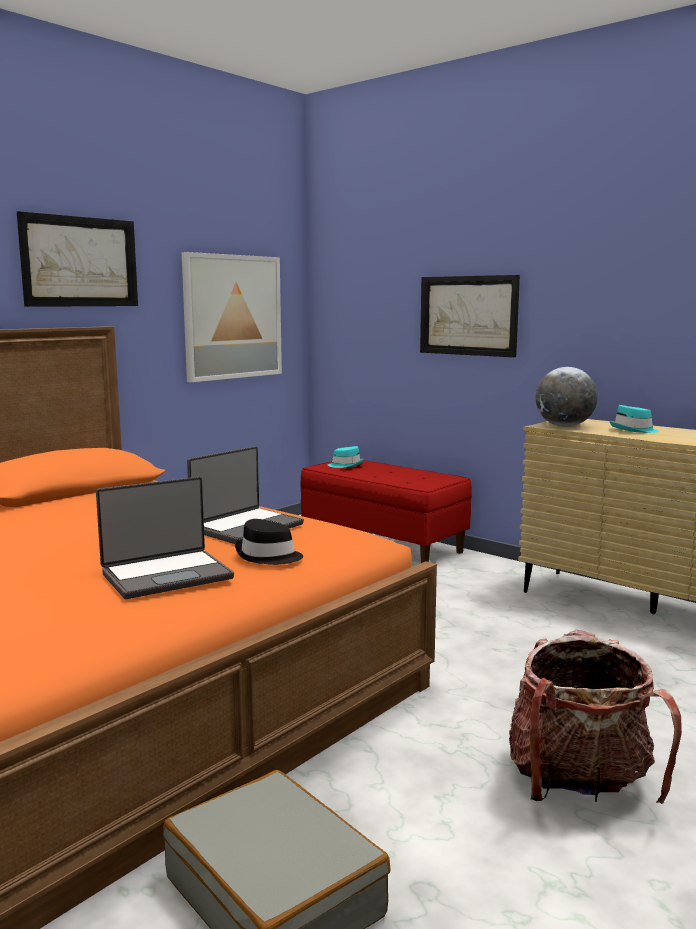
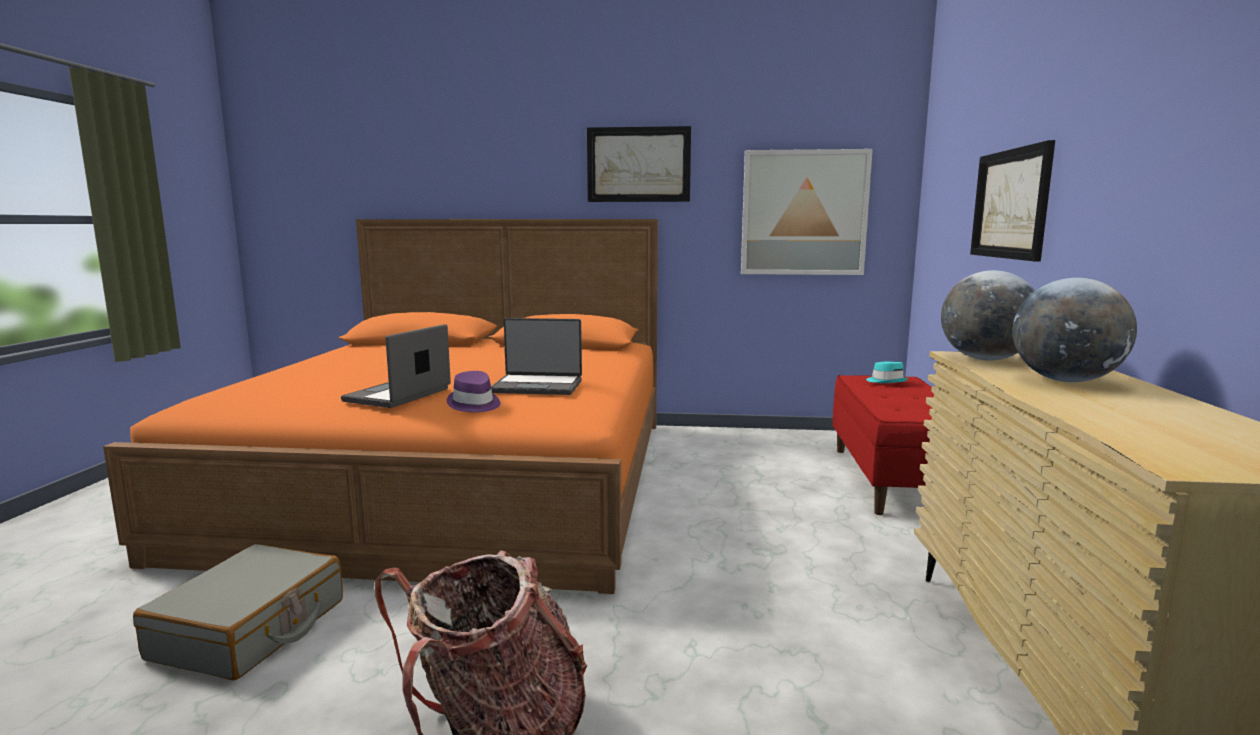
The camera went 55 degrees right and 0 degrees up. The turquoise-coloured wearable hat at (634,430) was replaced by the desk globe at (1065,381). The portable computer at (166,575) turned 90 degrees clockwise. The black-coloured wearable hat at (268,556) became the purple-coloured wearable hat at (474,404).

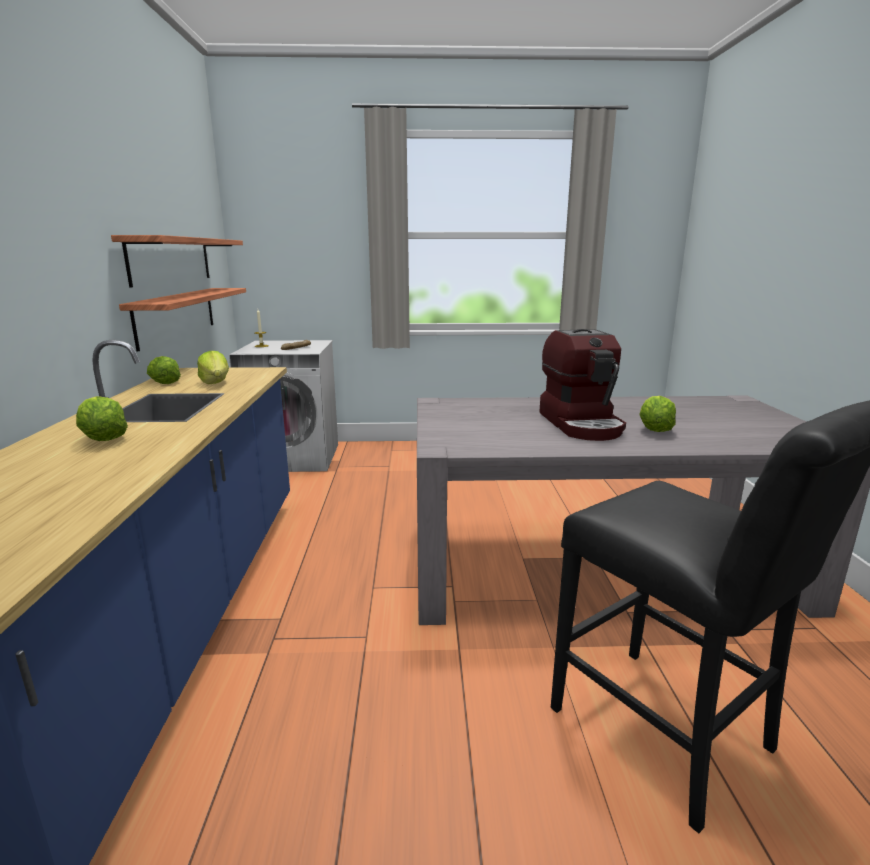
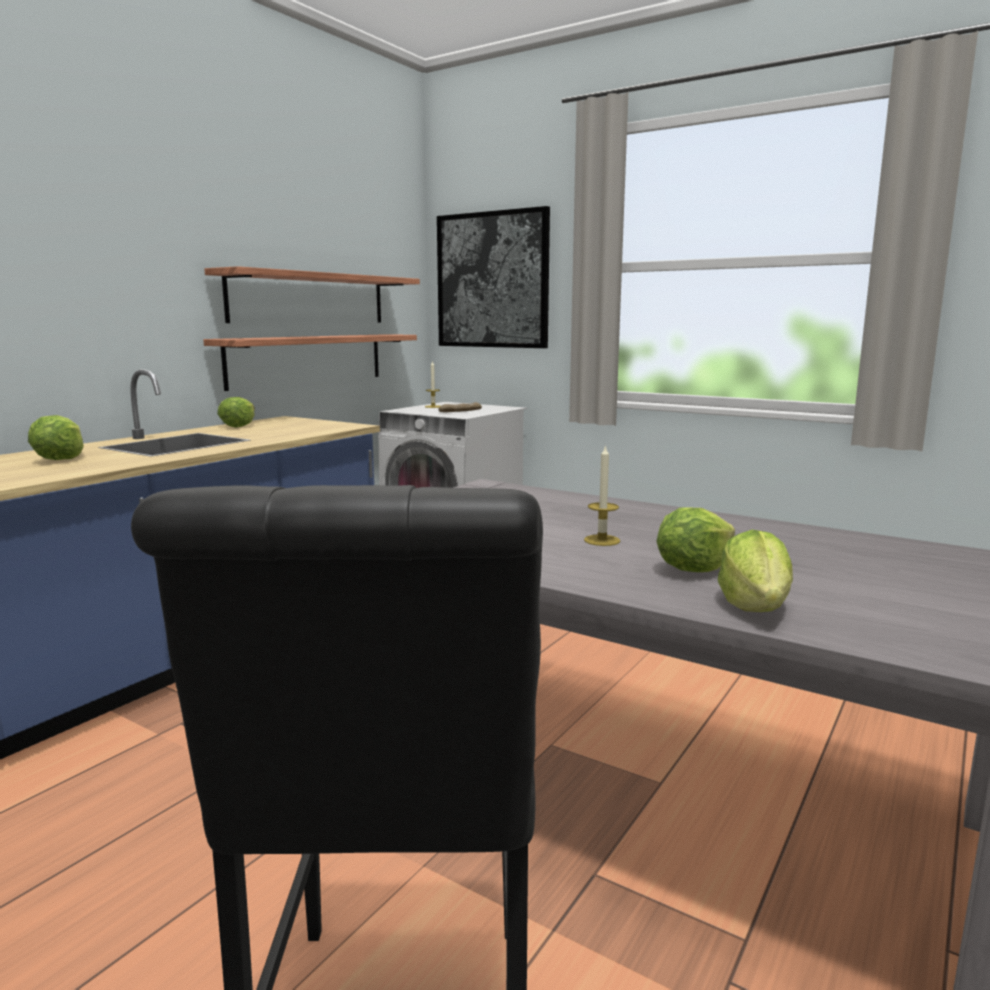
The camera went 35 degrees right and 5 degrees down. The coffee maker at (582,424) was replaced by the candle at (602,540). The lettuce moved from (215,383) to (755,606). The picture at (492,280) appeared.

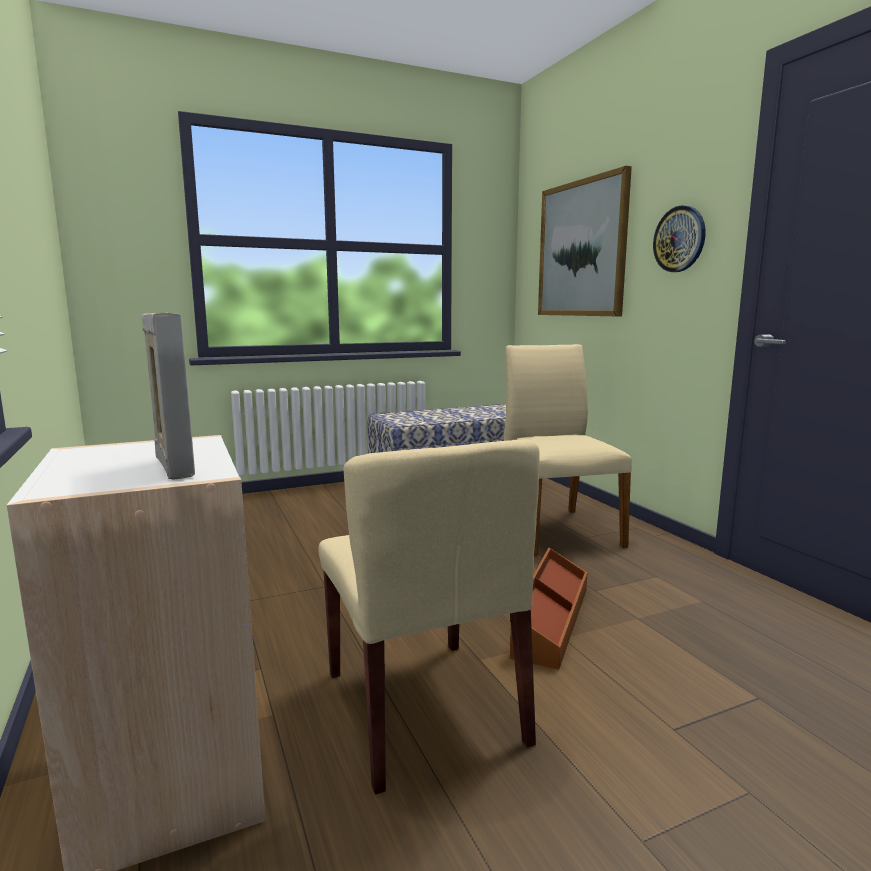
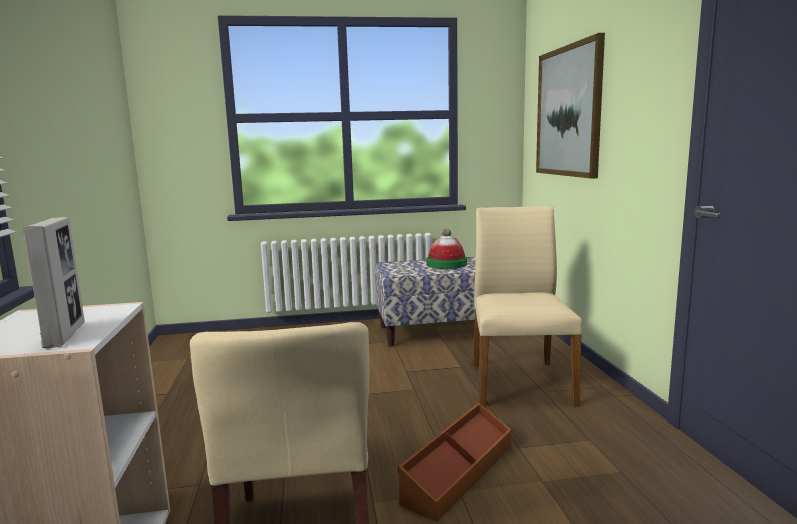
The camera went 15 degrees right and 0 degrees up. The wall clock at (679,239) disappeared. The wearable hat at (446,264) appeared.

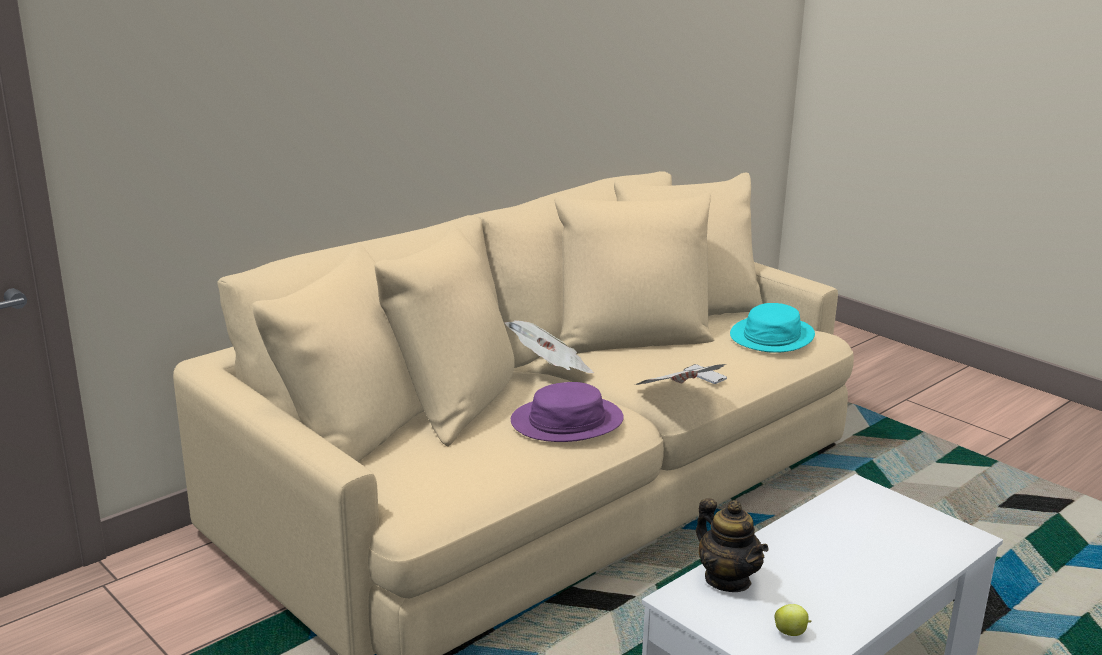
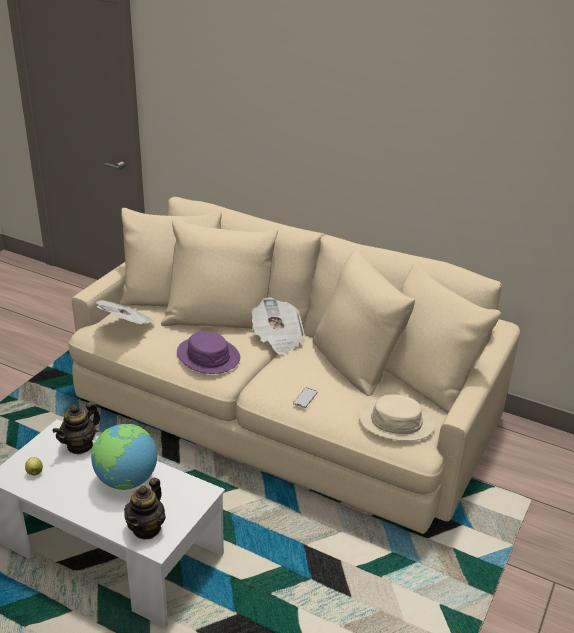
The camera went 70 degrees right and 10 degrees up. The turquoise-coloured wearable hat at (771,336) became the beige wearable hat at (396,421). The daily paper moved from (677,397) to (127,325). The desk globe at (126,480) appeared. The teapot at (146,528) appeared.

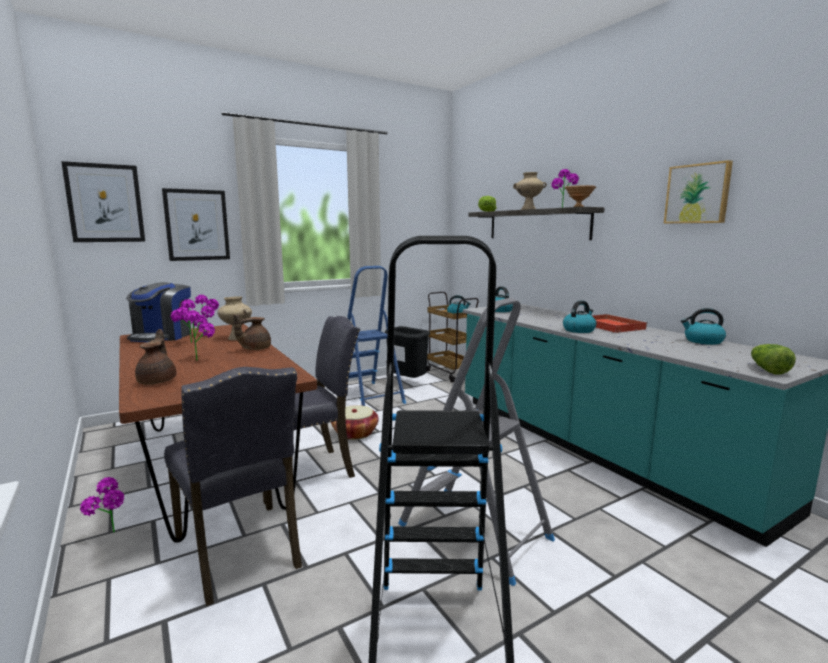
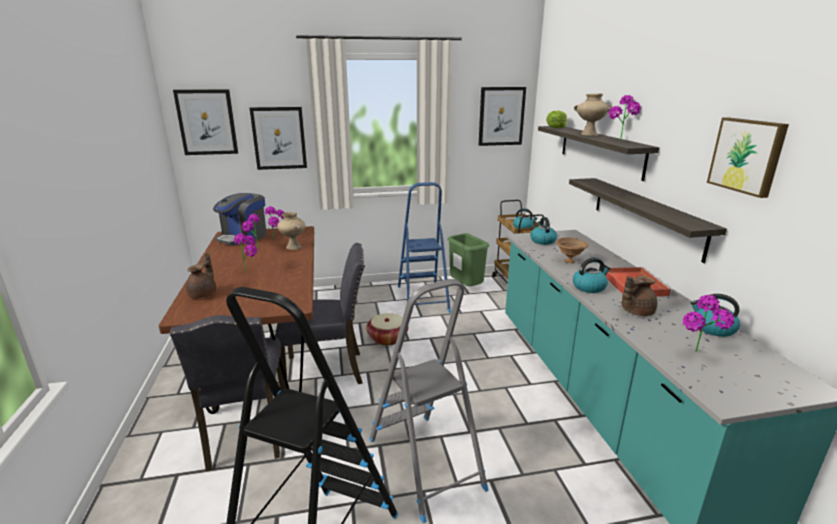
The camera went 20 degrees right and 10 degrees up. The brown deep dish moved from (578,207) to (569,261). The brown teapot moved from (254,349) to (635,311). The black-coloured waste bin at (408,383) became the greenish waste bin at (466,288). The lettuce at (767,370) disappeared. The potted plant moved from (110,536) to (698,355). The picture at (501,116) appeared. The bracket shelf at (645,215) appeared.

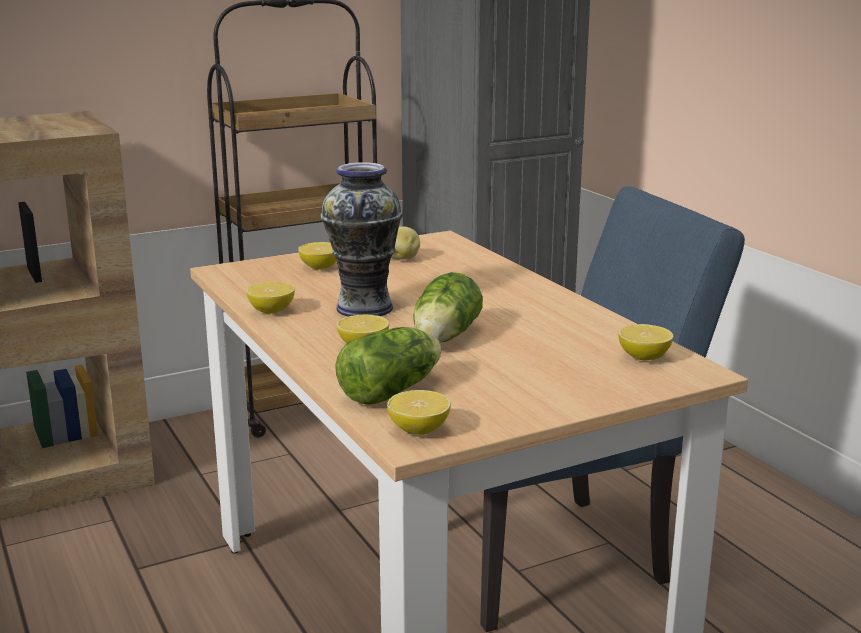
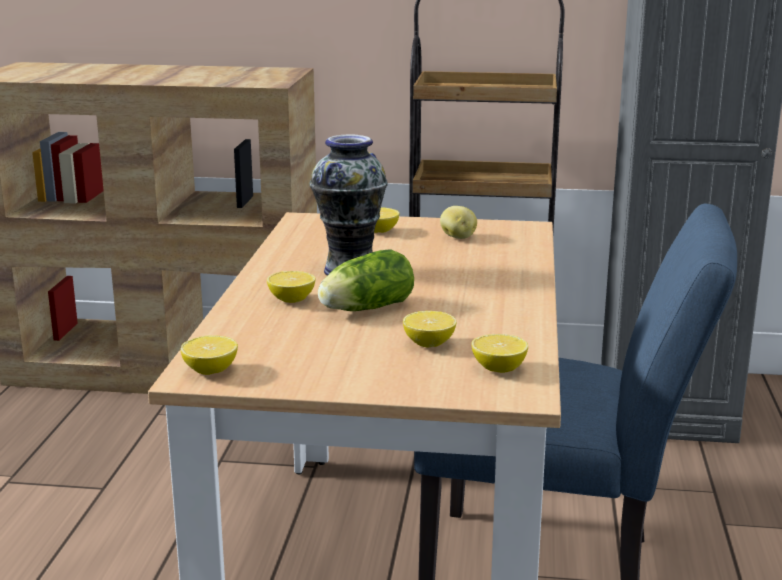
The camera went 35 degrees right and 0 degrees up. The whole lemon moved from (271,310) to (429,344). The lettuce at (394,390) disappeared.

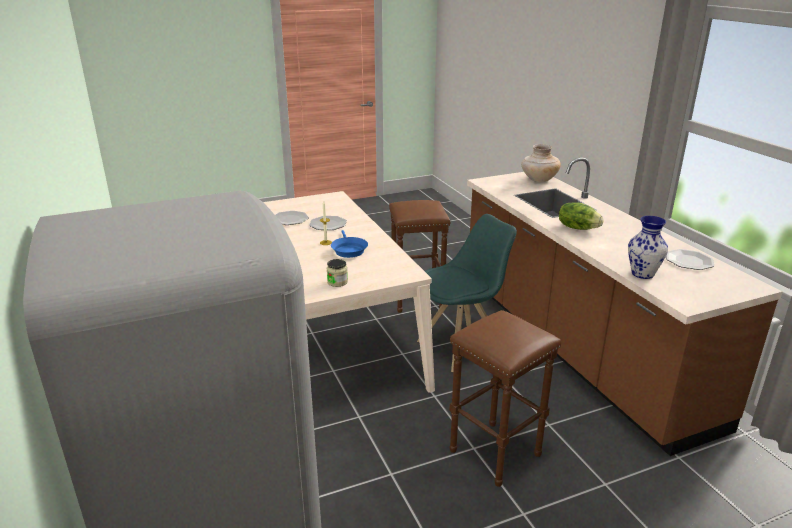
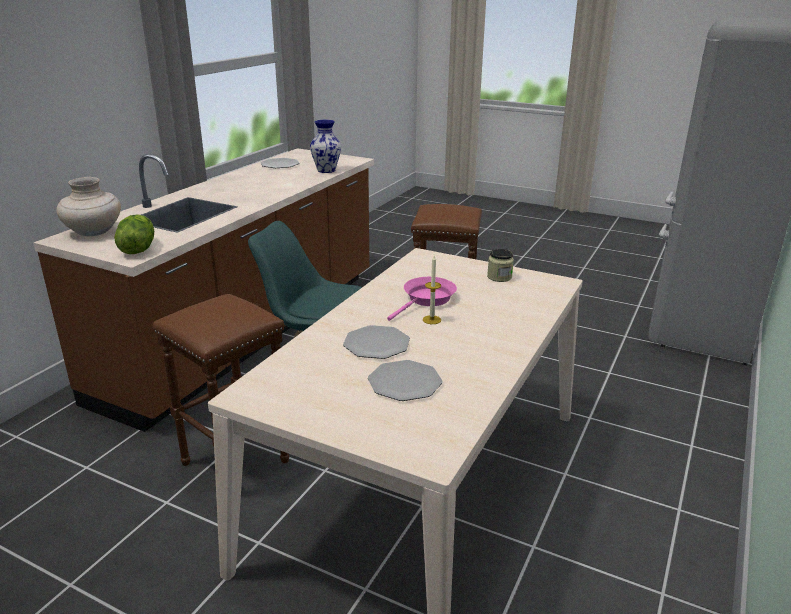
The camera went 130 degrees left and 0 degrees up. The lettuce moved from (577,228) to (137,249). The bluish pan at (348,250) became the pinkish pan at (427,299).

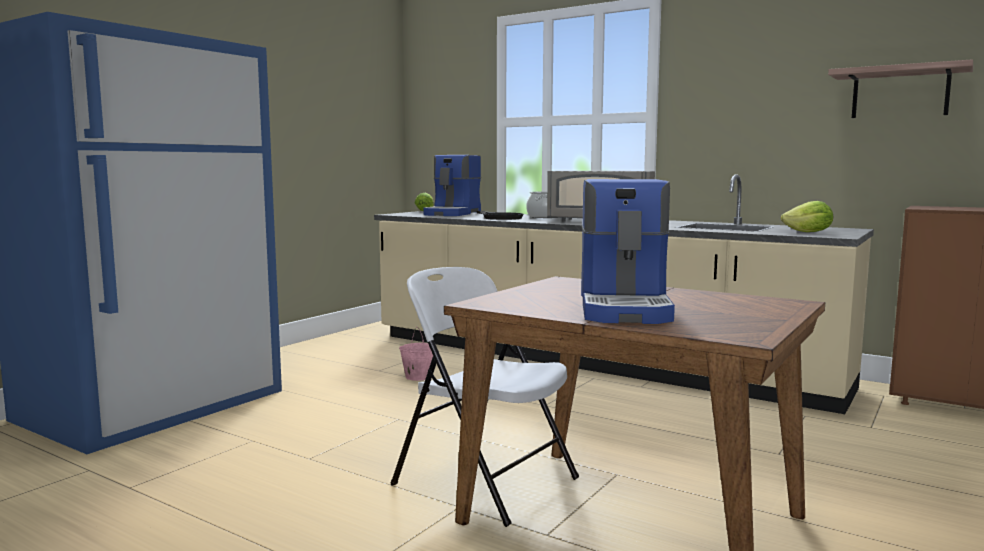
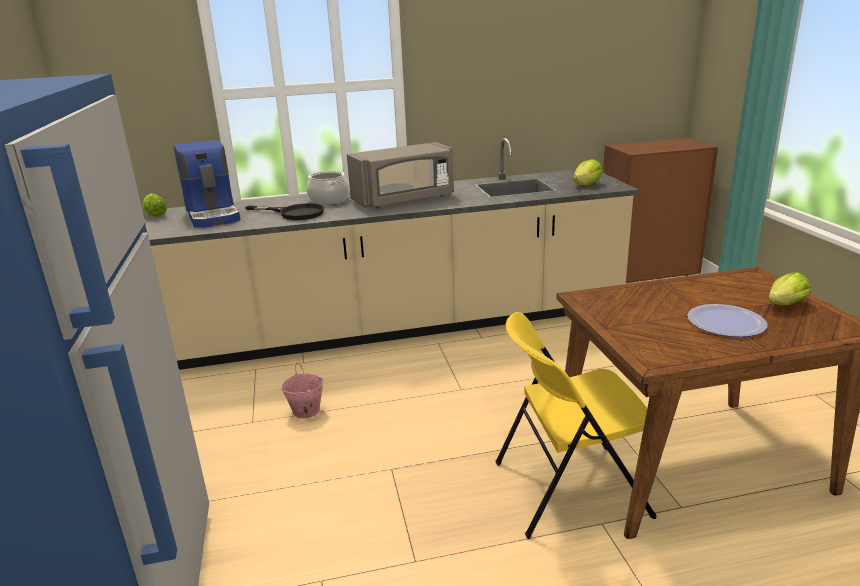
The camera went 45 degrees left and 15 degrees up. The bracket shelf at (900,93) disappeared. The coffee maker at (625,308) was replaced by the dinner plate at (726,322). The white upright chair at (486,481) became the yellow-coloured upright chair at (570,488). The lettuce at (783,306) appeared.

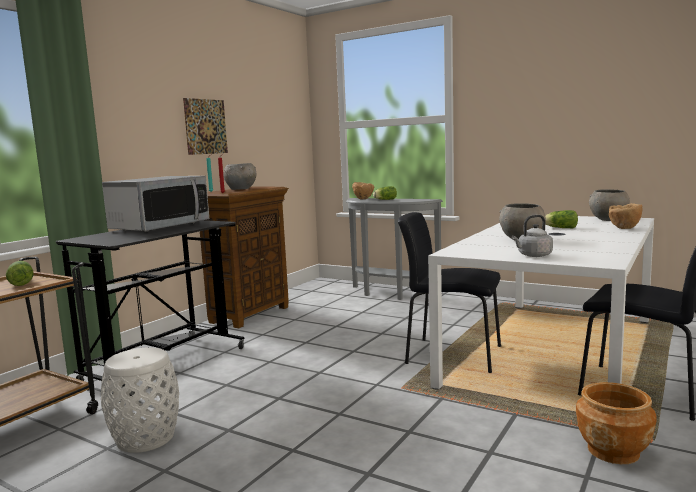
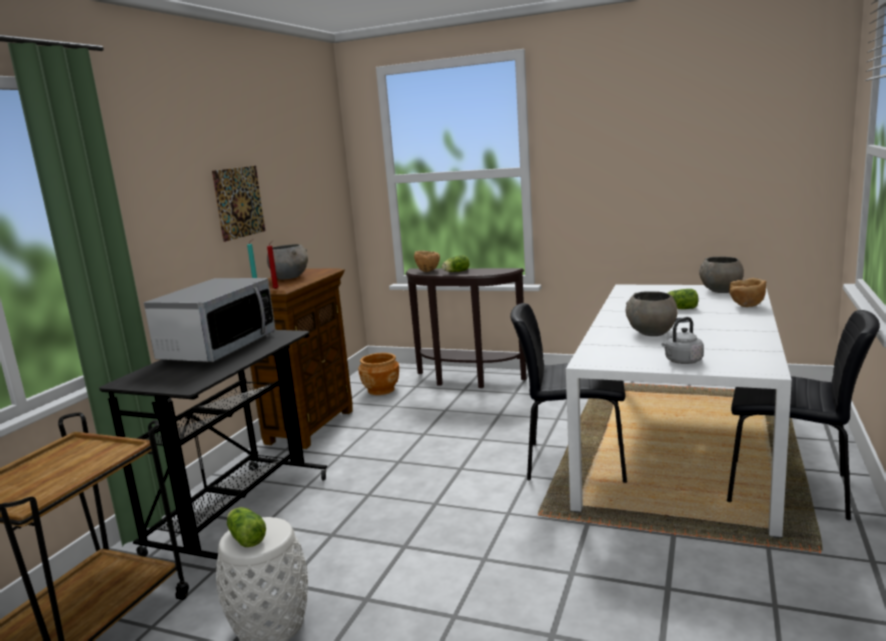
The camera went 10 degrees left and 5 degrees up. The grey console table at (390,294) became the brown console table at (466,380). The lettuce moved from (21,282) to (246,537). The brown flower pot moved from (613,450) to (381,390).

